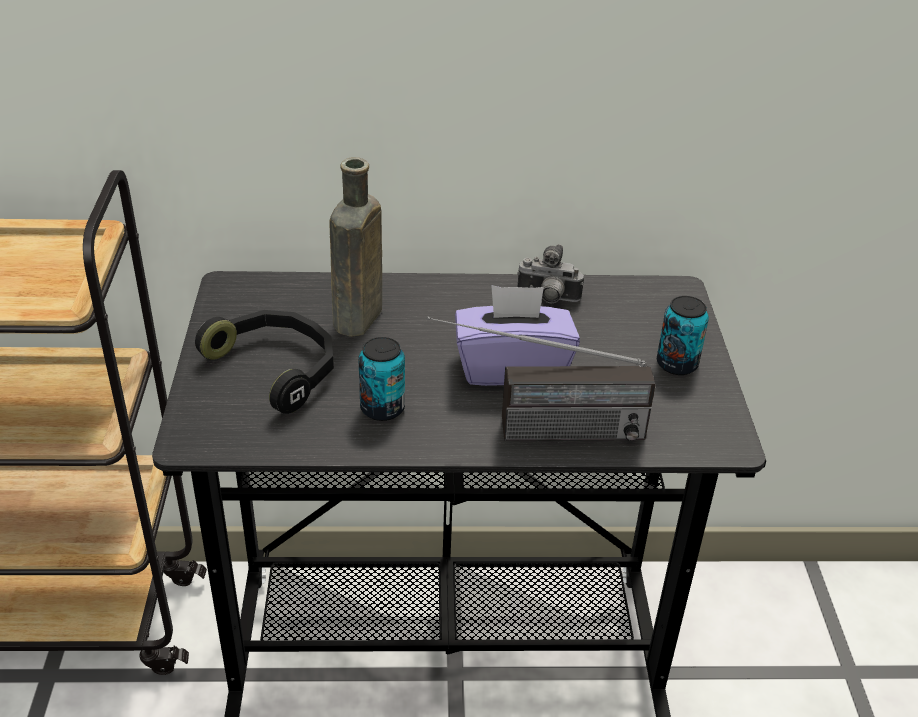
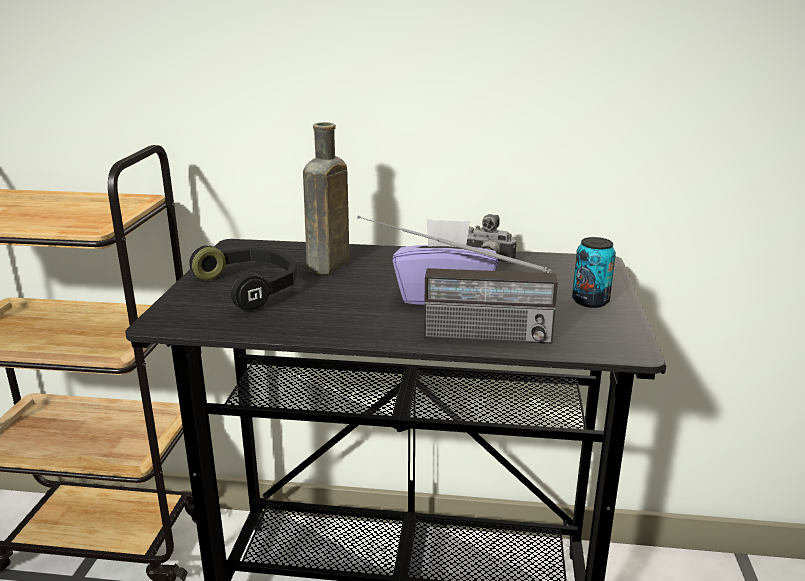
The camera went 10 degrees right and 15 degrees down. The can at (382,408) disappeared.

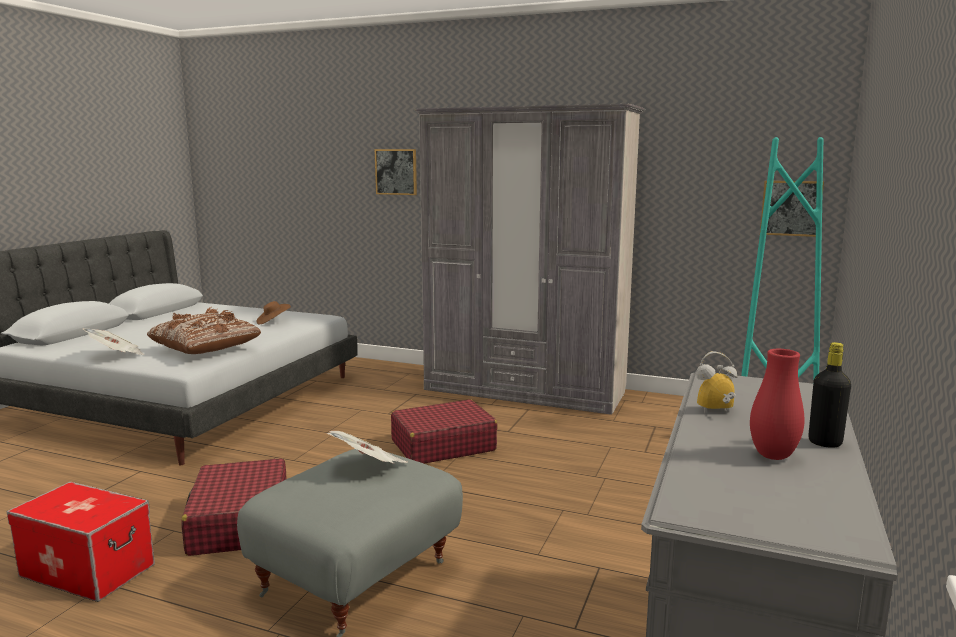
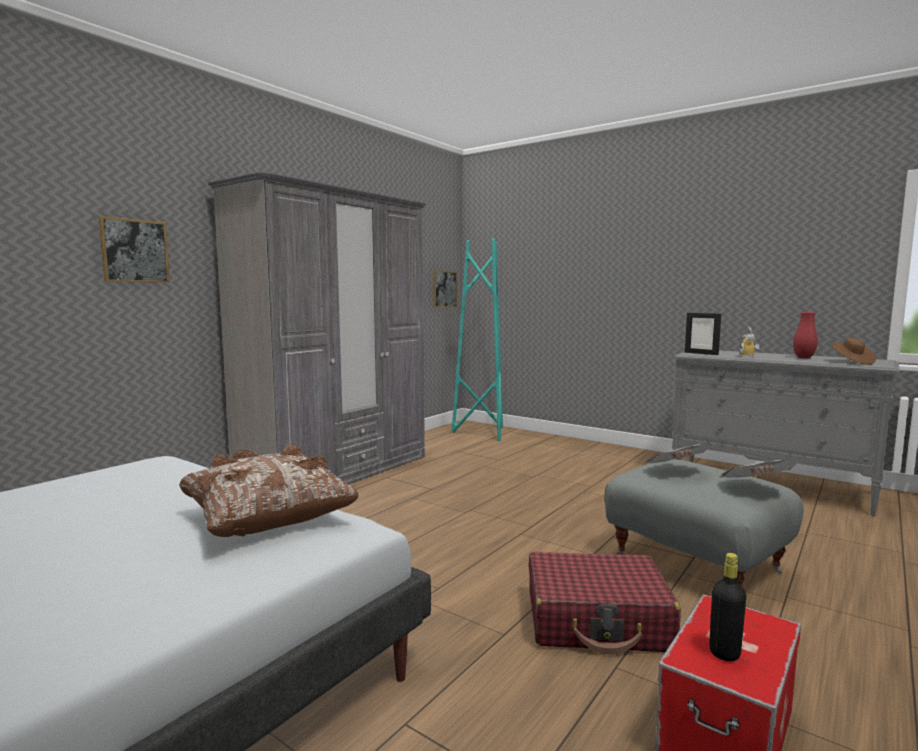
The camera went 75 degrees left and 5 degrees down. The brown wearable hat moved from (273,322) to (851,362). The daily paper moved from (117,355) to (755,488). The black-coloured bottle moved from (825,443) to (724,653). The red suitcase at (442,445) disappeared. The standing frame at (701,353) appeared.

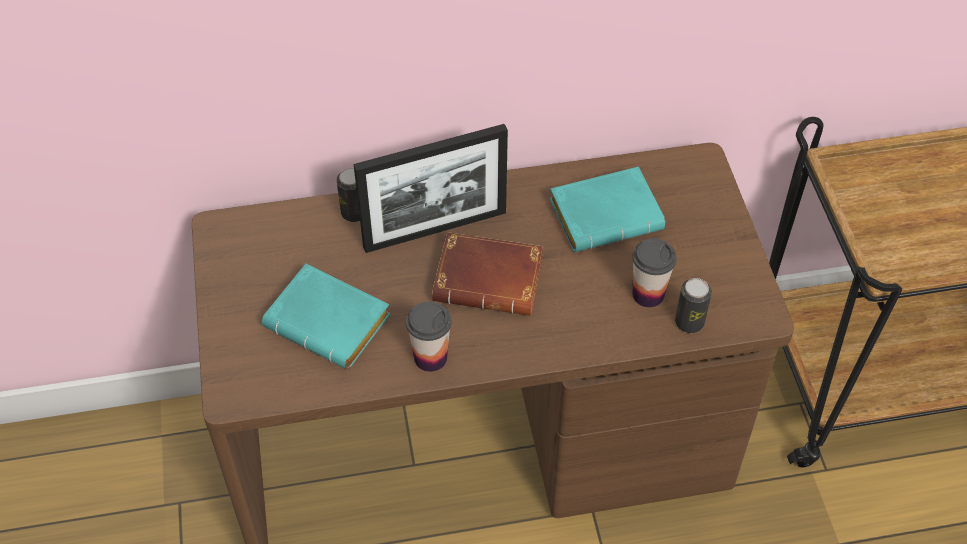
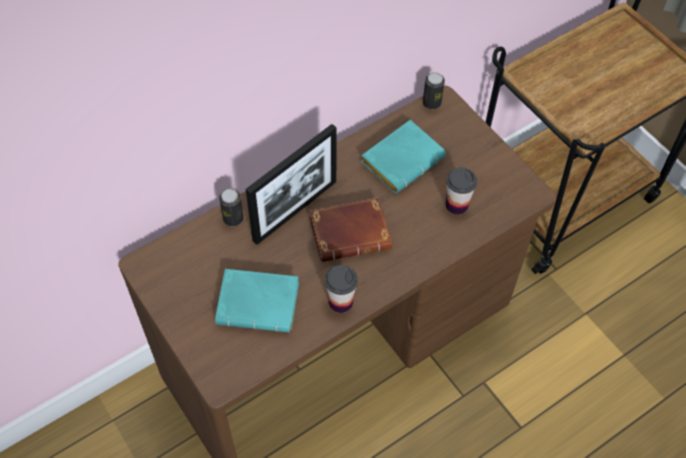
The camera went 25 degrees left and 5 degrees up. The can moved from (689,322) to (431,103).

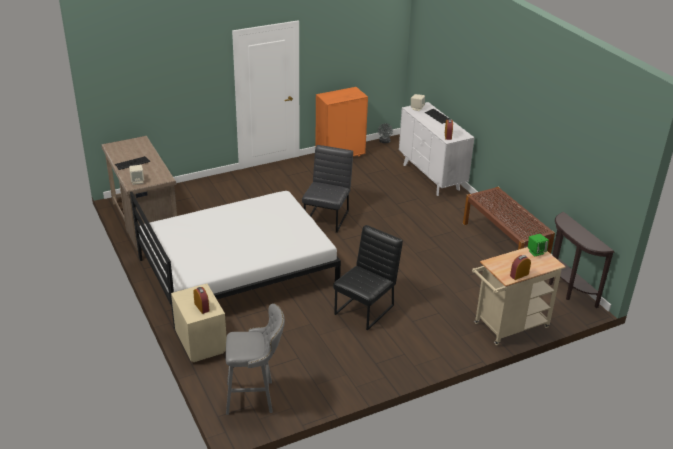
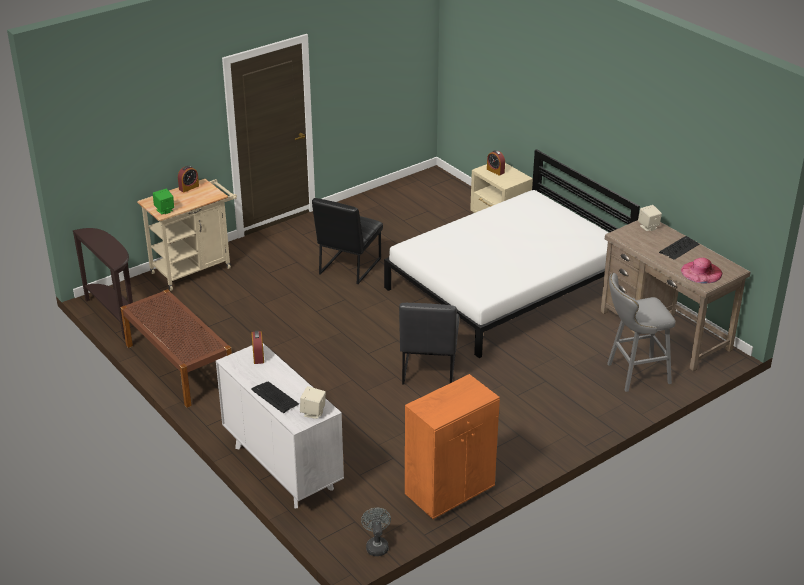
The camera went 170 degrees right and 0 degrees up. The grey stool seat moved from (256,397) to (631,375). The pinkish wearable hat at (701,272) appeared.

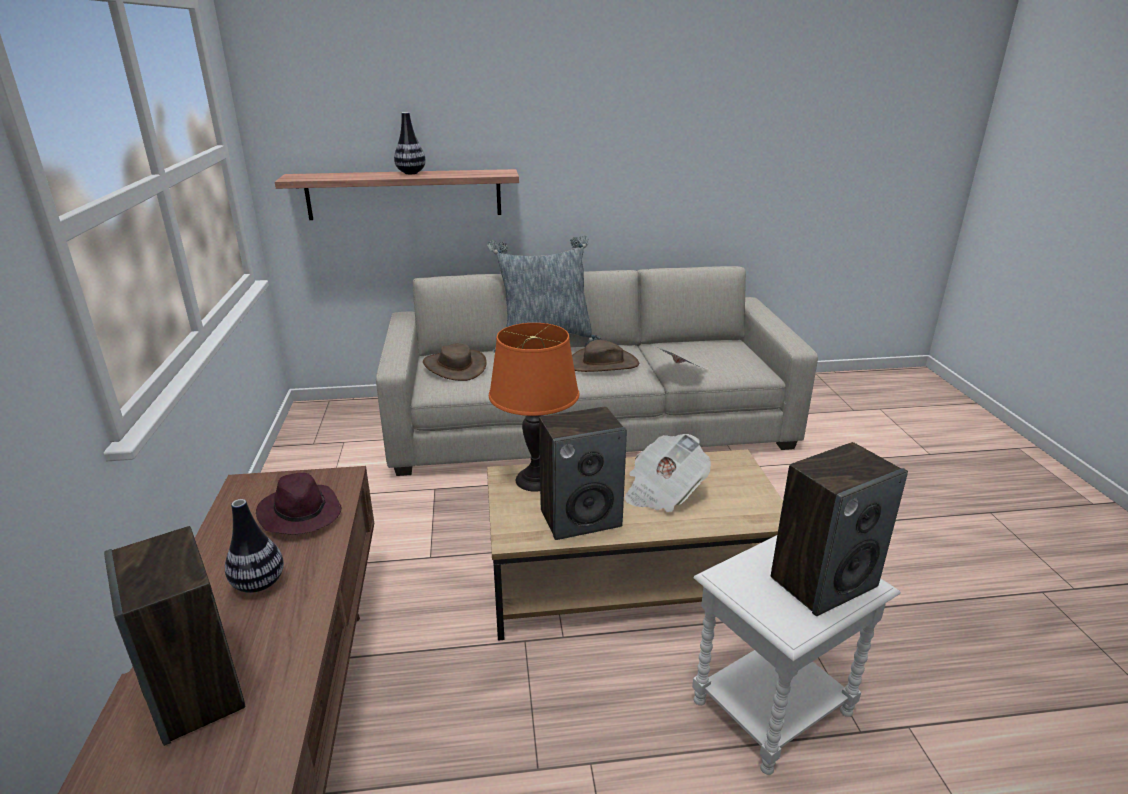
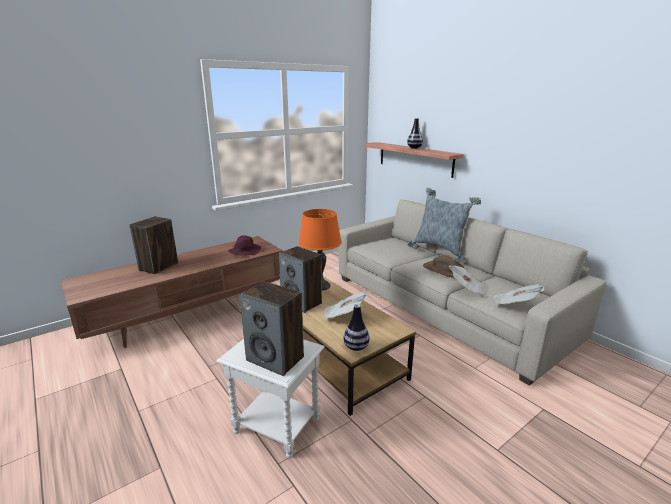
The camera went 60 degrees right and 5 degrees down. The brown wearable hat at (455,366) disappeared. The flower vase moved from (259,583) to (356,347). The daily paper at (514,305) appeared.

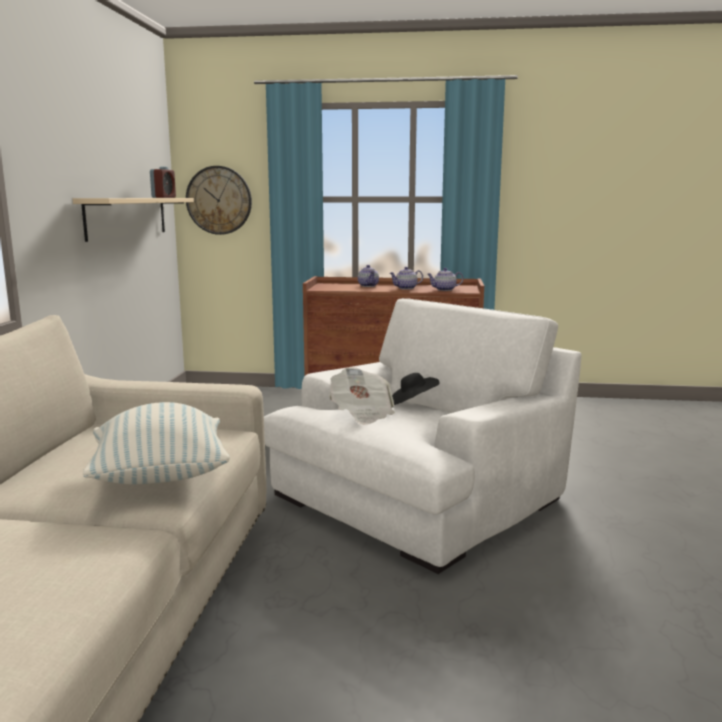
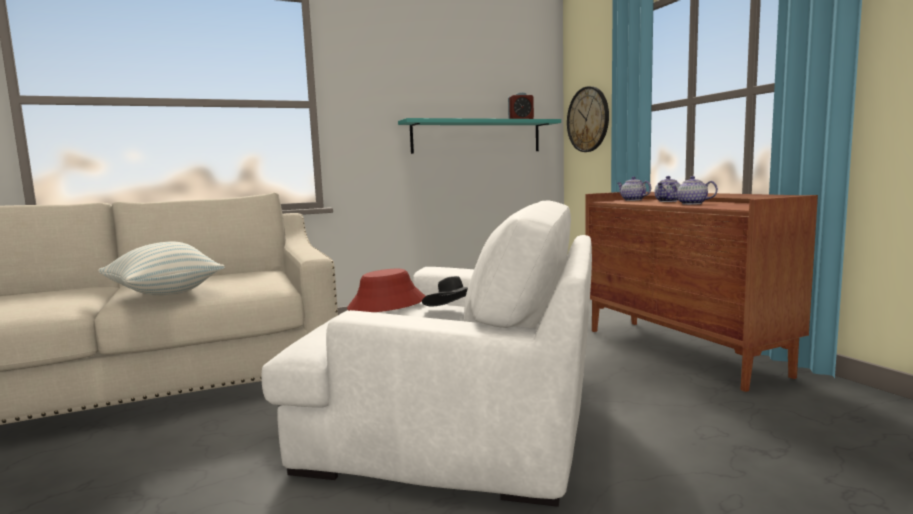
The camera went 60 degrees right and 5 degrees down. The beige bracket shelf at (127,217) became the turquoise-coloured bracket shelf at (477,136). The teapot moved from (444,290) to (632,200). The daily paper at (362,413) was replaced by the red wearable hat at (387,304).

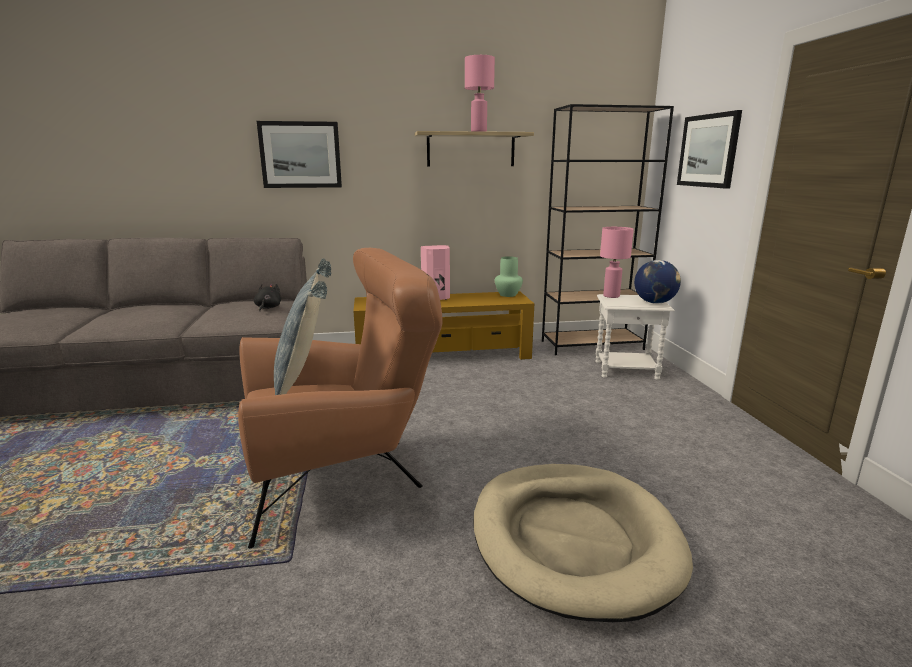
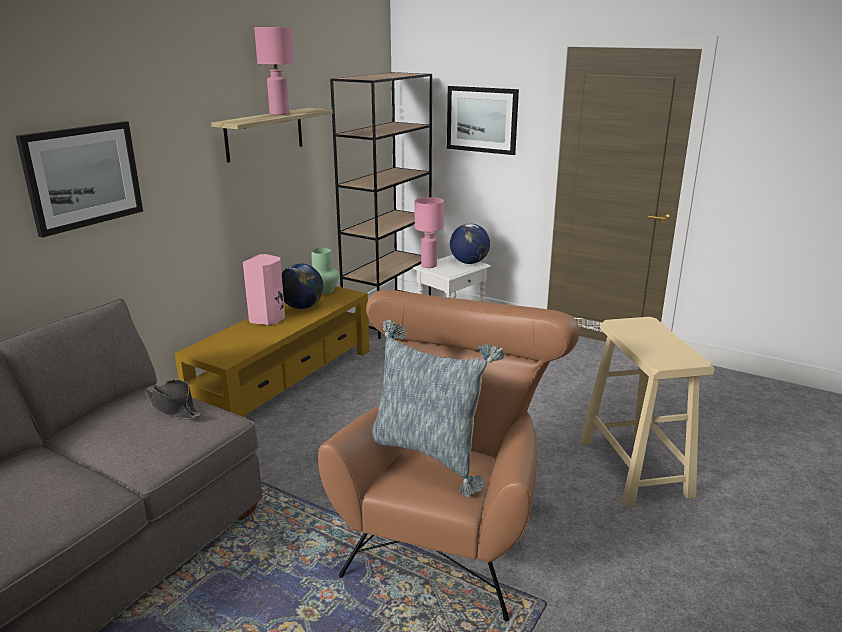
The camera went 50 degrees left and 5 degrees up. The black-coloured soft toy at (267,308) was replaced by the black-coloured wearable hat at (173,407). The beige dog cushion at (573,540) was replaced by the beige stool seat at (634,467). The desk globe at (302,307) appeared.

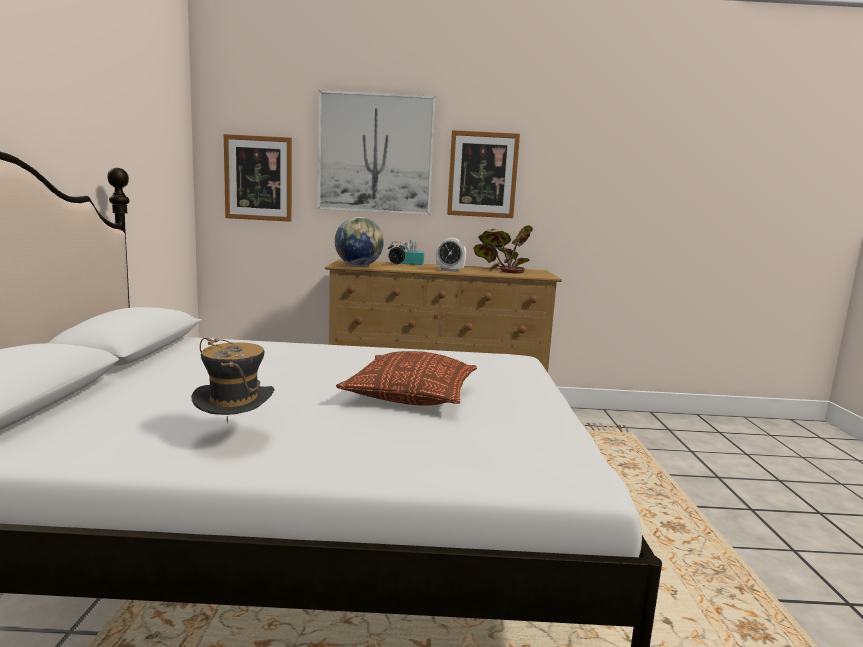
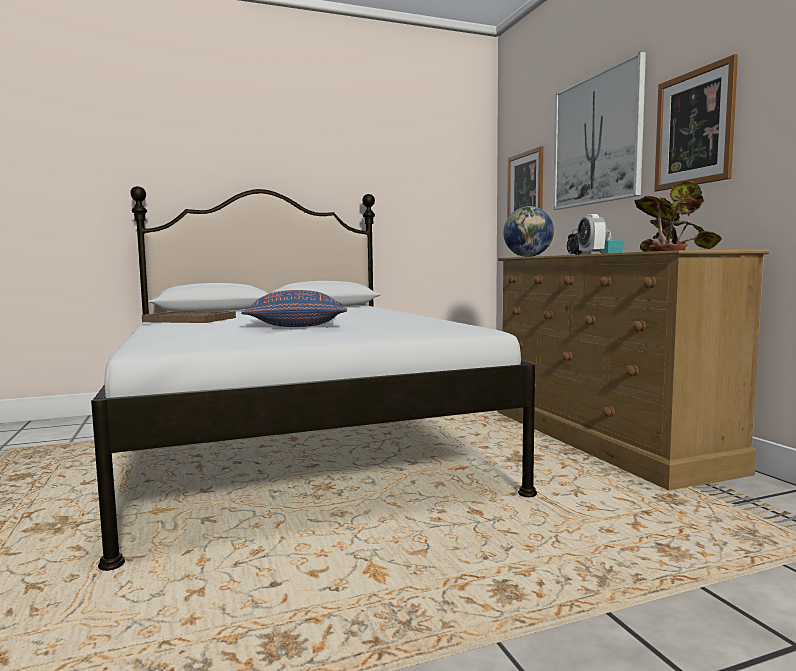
The camera went 70 degrees right and 5 degrees down. The wearable hat at (235,438) was replaced by the brown serving tray at (190,320). The brown cushion at (411,397) became the bluish cushion at (297,325).

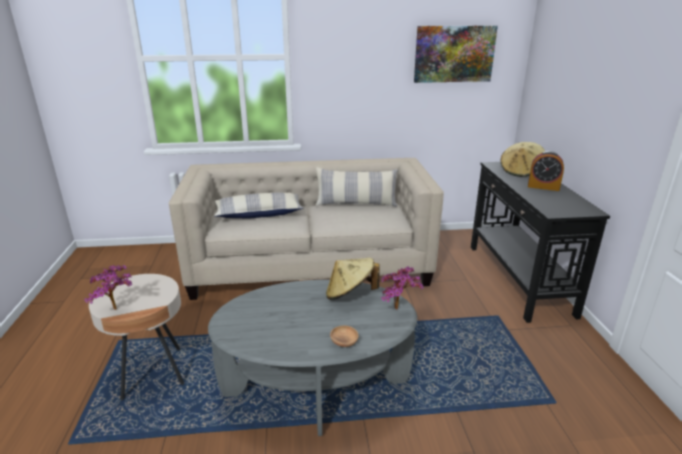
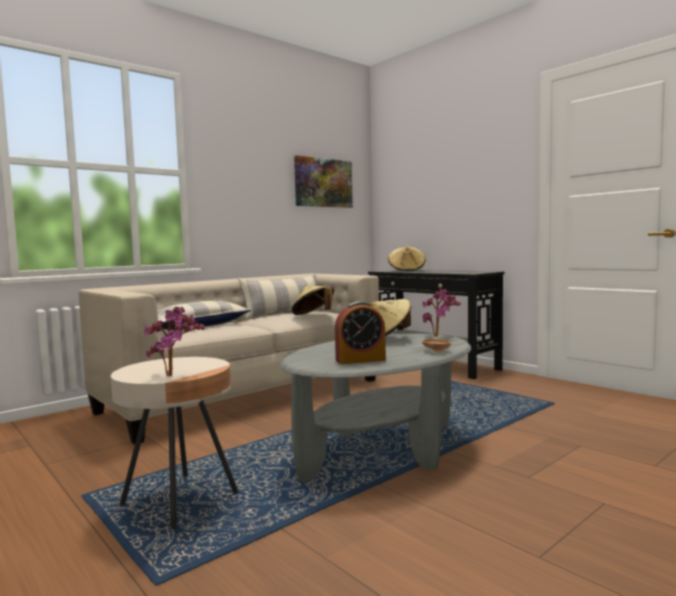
The camera went 35 degrees left and 20 degrees down. The alarm clock moved from (543,187) to (360,360). The beige wearable hat at (313,315) appeared.

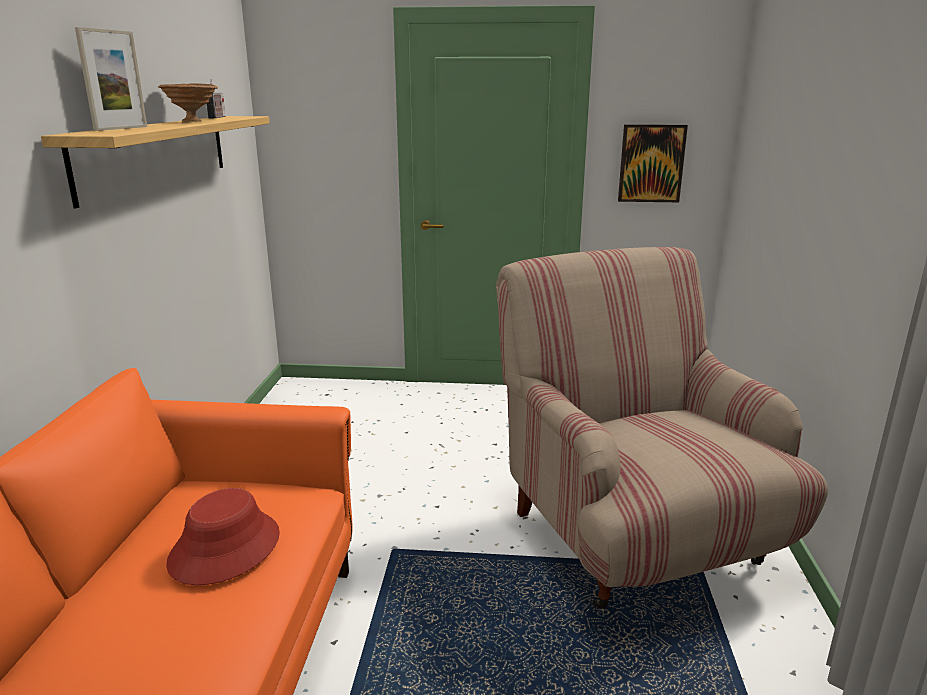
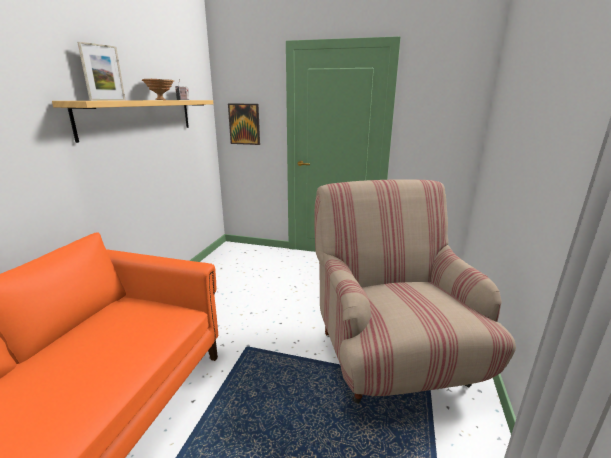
The camera went 10 degrees right and 0 degrees up. The picture moved from (651,163) to (244,124). The red wearable hat at (225,548) disappeared.

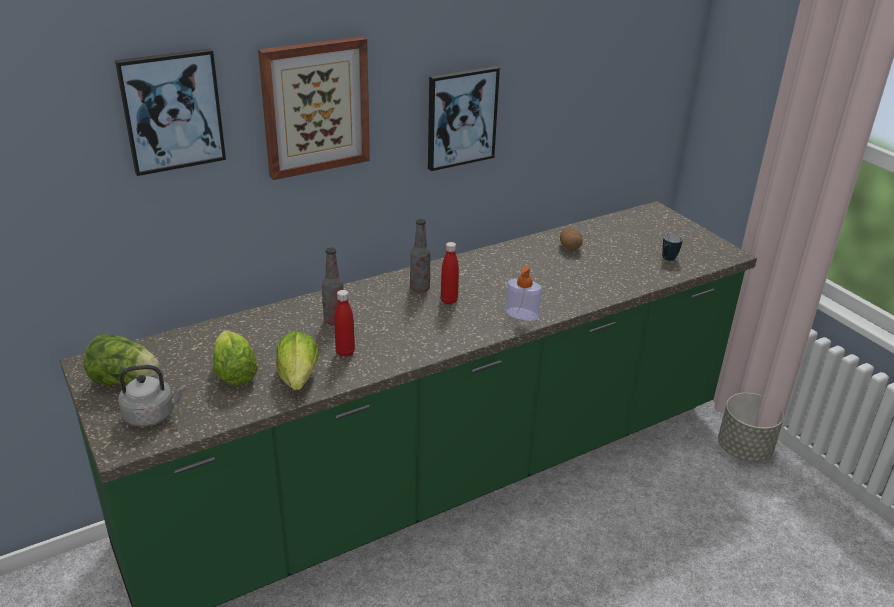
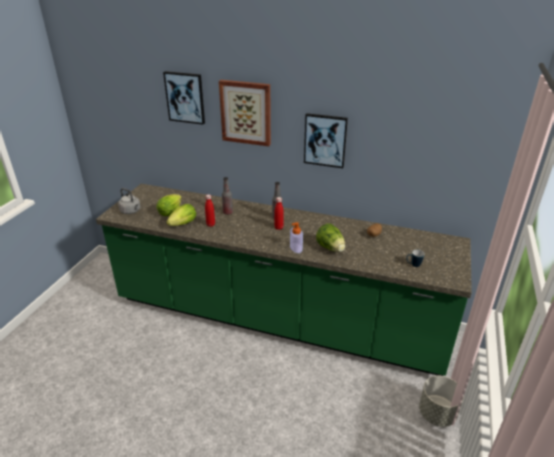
The camera went 50 degrees right and 0 degrees up. The lettuce moved from (125,380) to (331,248).

